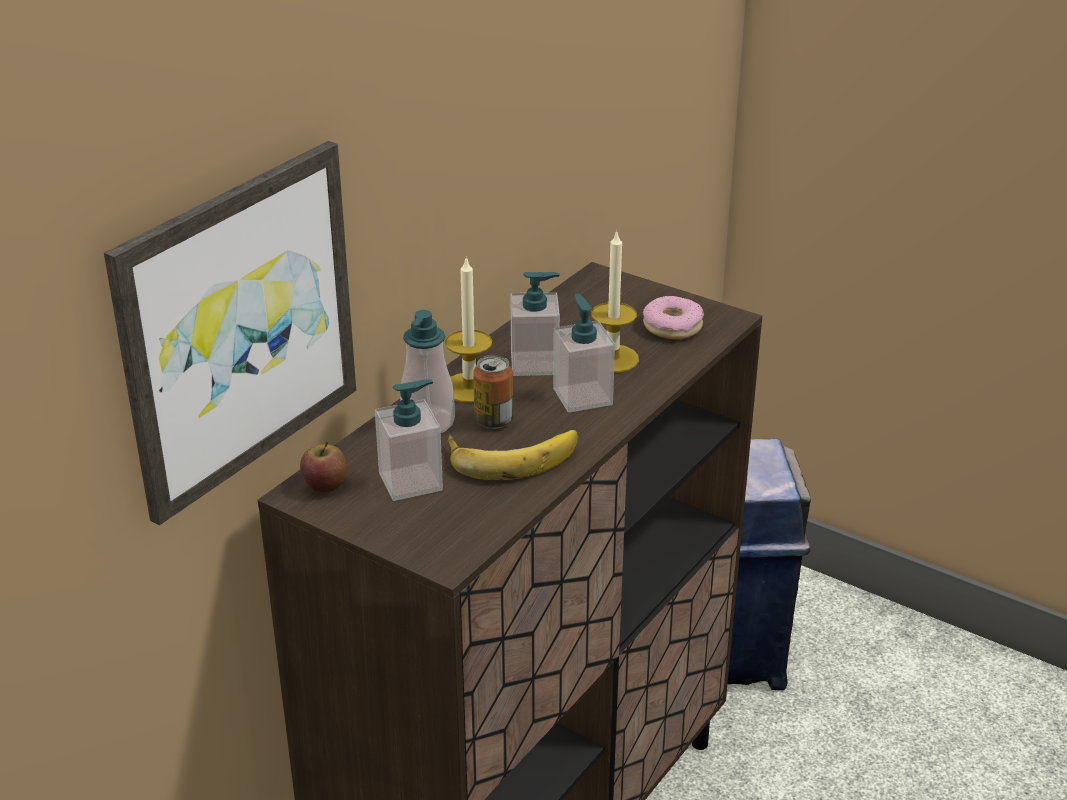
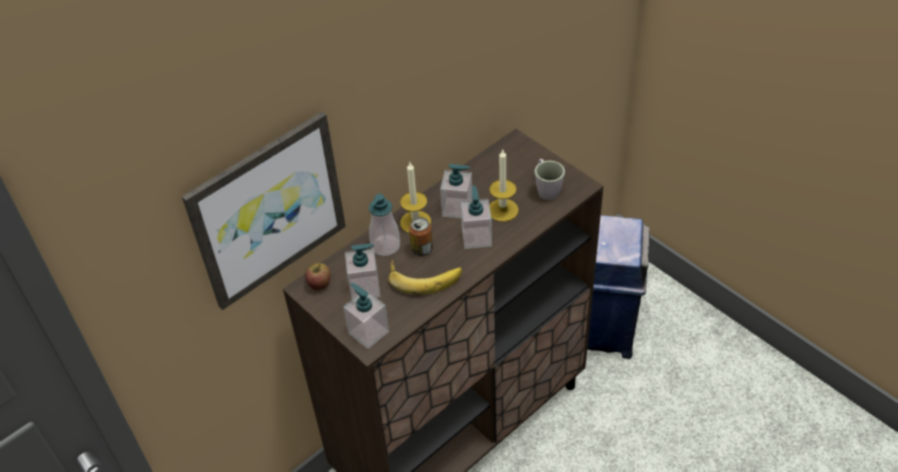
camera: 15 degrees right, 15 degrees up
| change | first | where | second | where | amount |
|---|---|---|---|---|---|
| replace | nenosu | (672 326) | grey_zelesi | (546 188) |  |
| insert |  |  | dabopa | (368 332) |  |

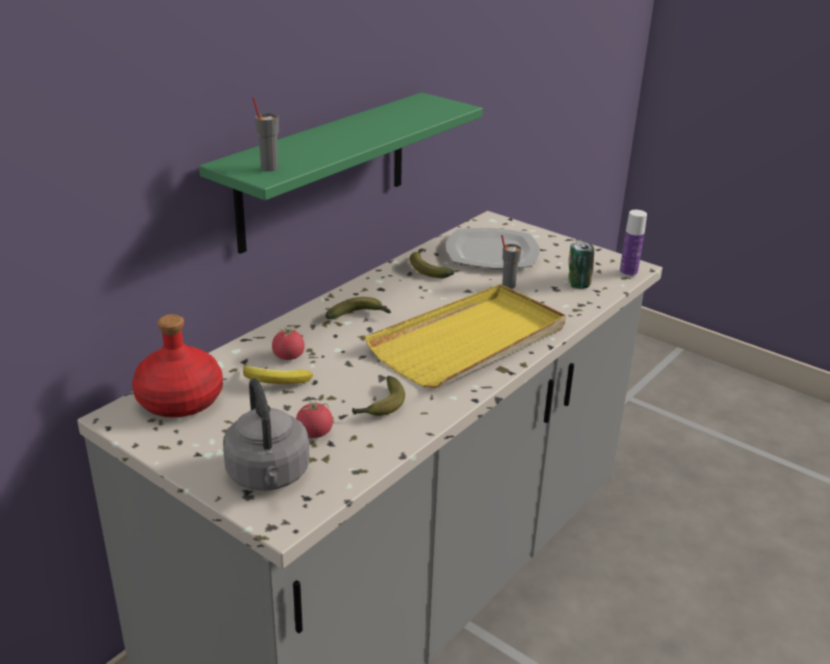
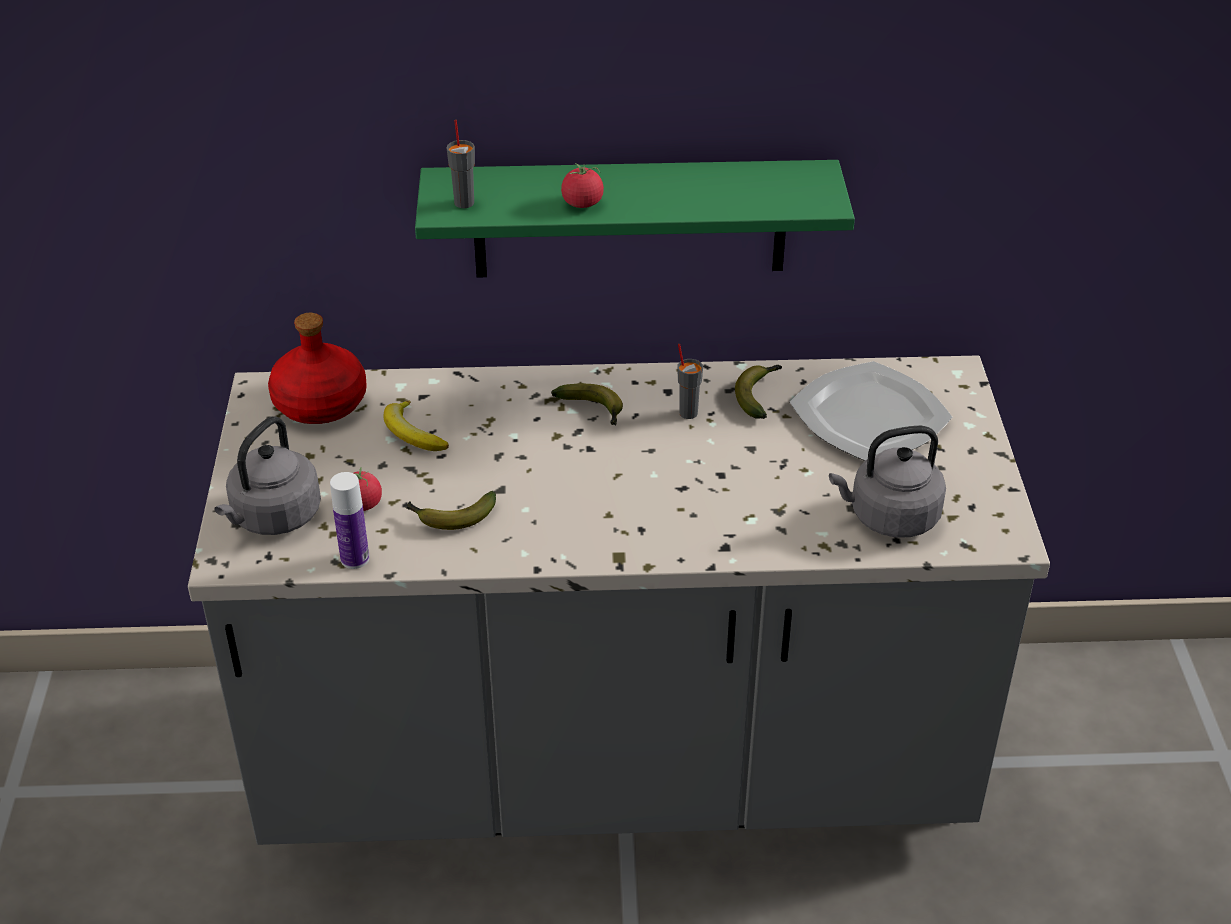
camera: 50 degrees right, 10 degrees up
| change | first | where | second | where | amount |
|---|---|---|---|---|---|
| move | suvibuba | (628 273) |  | (355 559) |  |
| move | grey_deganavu | (508 285) |  | (688 412) |  |
| replace | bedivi | (577 284) | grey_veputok | (889 517) |  |
| delete | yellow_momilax | (470 341) |  |  |  |
| move | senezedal | (288 356) |  | (582 203) |  |

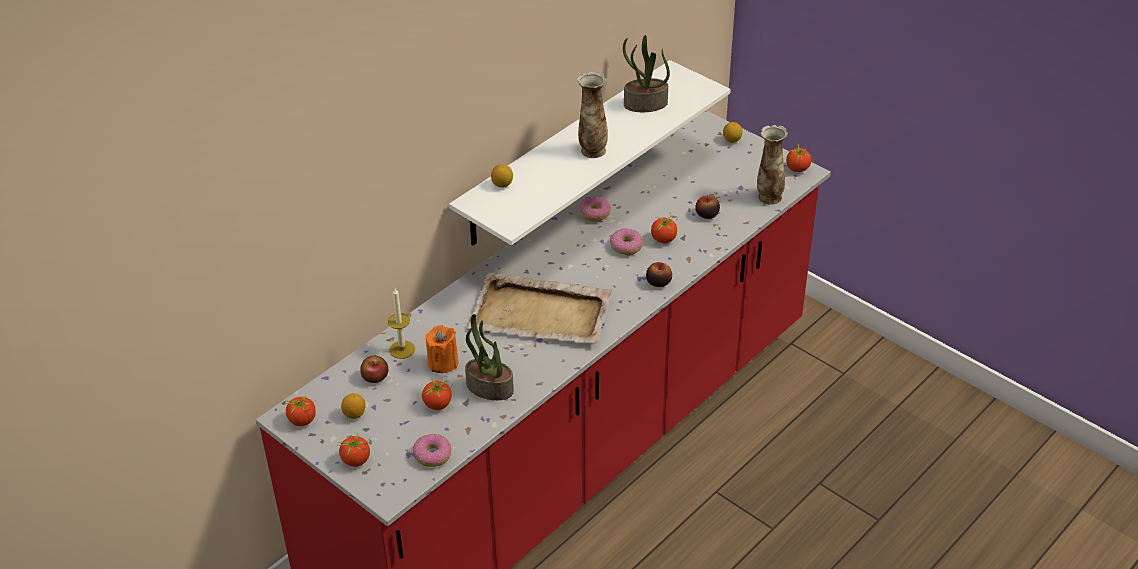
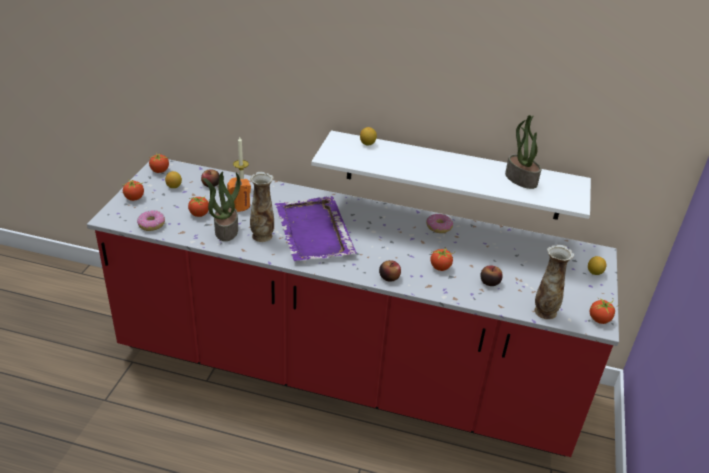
camera: 60 degrees right, 5 degrees down
| change | first | where | second | where | amount |
|---|---|---|---|---|---|
| move | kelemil | (592 150) |  | (262 235) |  |
| delete | nenosu | (626 246) |  |  |  |
| recolor | beige_momilax | (541 314) | purple_momilax | (314 232) |  |

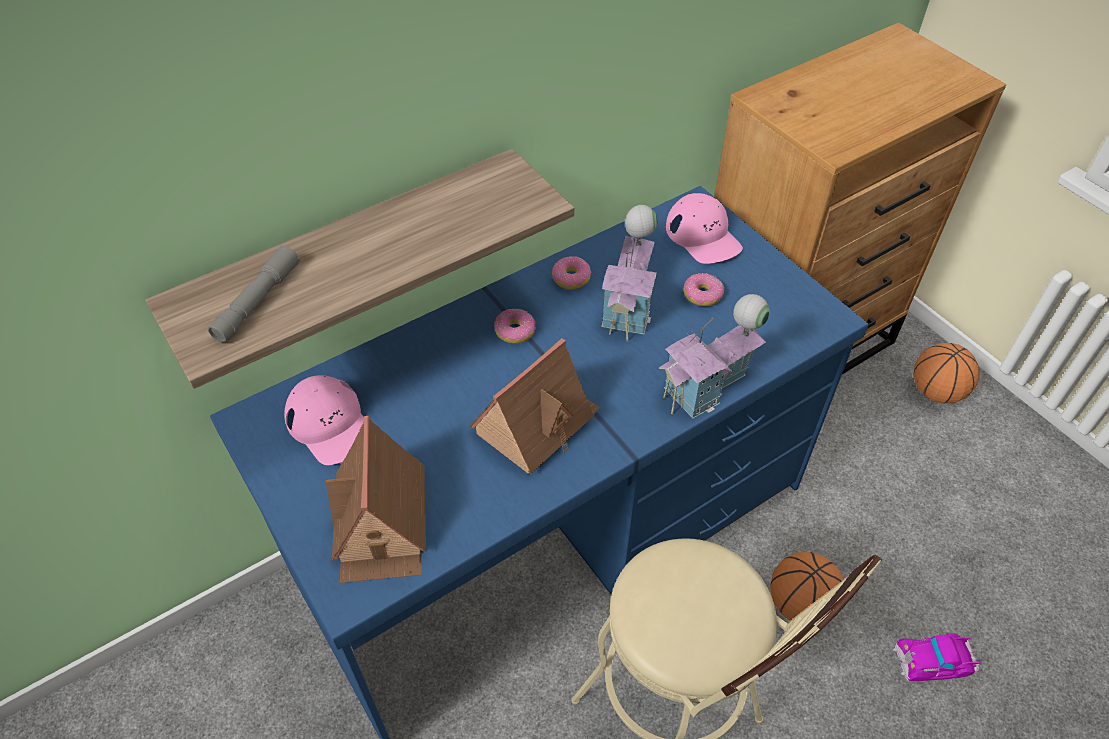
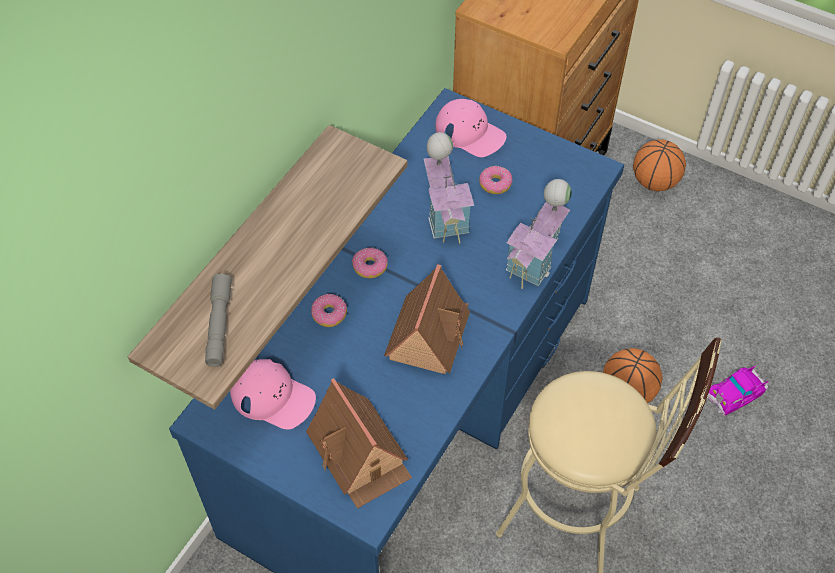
camera: 25 degrees left, 5 degrees up
| change | first | where | second | where | amount |
|---|---|---|---|---|---|
| move | nenosu | (571 278) |  | (329 314) |  |

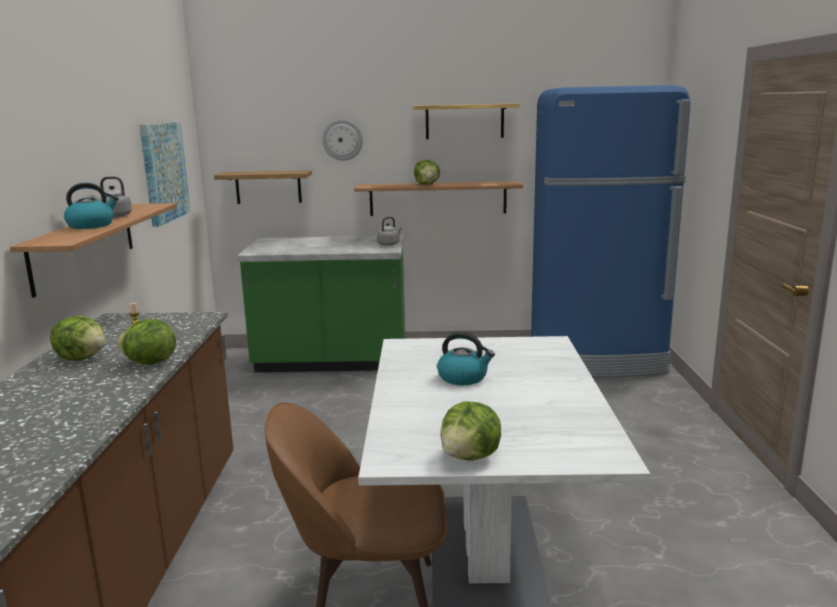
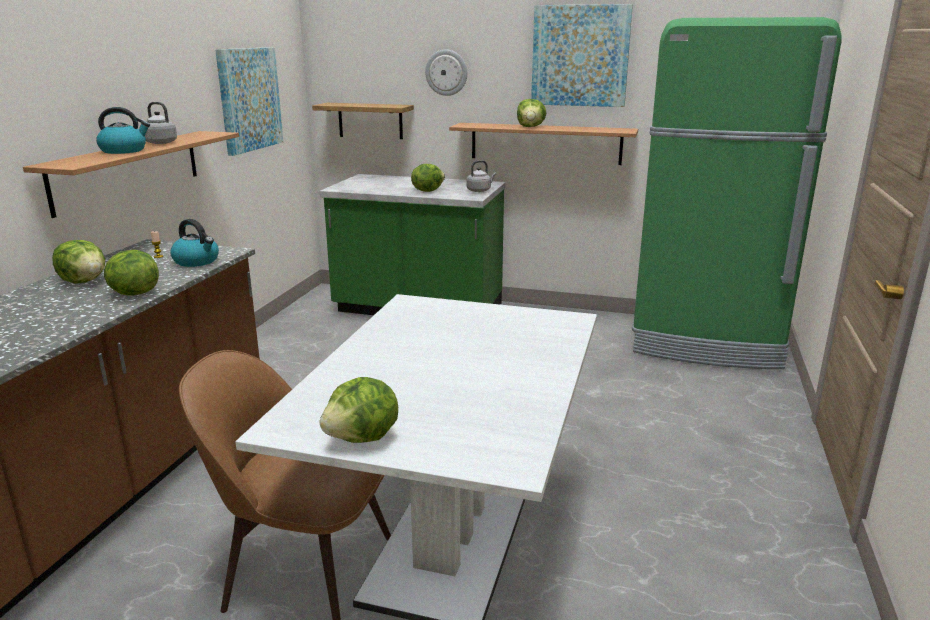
camera: 15 degrees right, 5 degrees up
| change | first | where | second | where | amount |
|---|---|---|---|---|---|
| recolor | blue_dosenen | (597 359) | green_dosenen | (706 342) |  |
| replace | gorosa | (464 121) | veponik | (580 56) |  |
| move | veputok | (463 377) |  | (197 261) |  |
| insert |  |  | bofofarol | (427 191) |  |

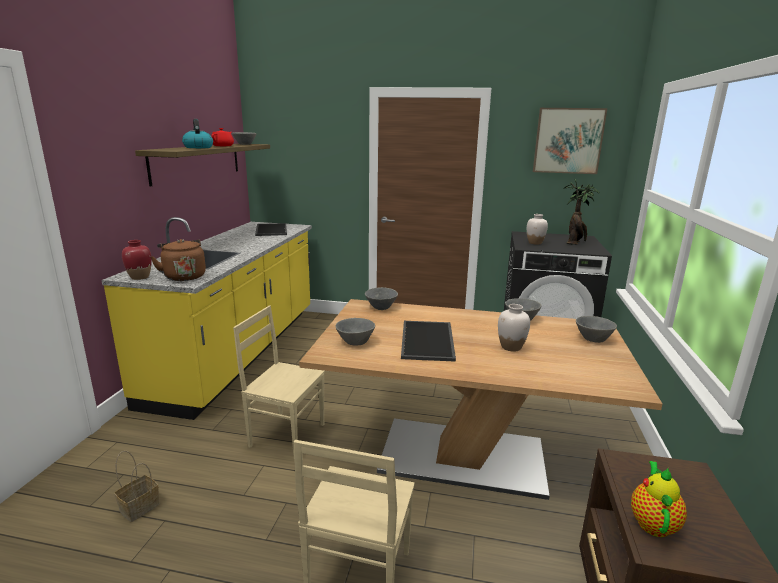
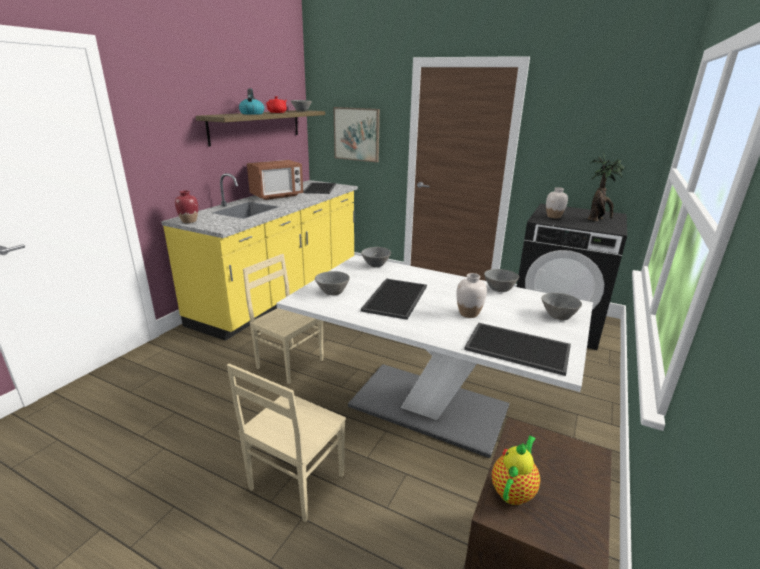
camera: 15 degrees right, 5 degrees up
| change | first | where | second | where | amount |
|---|---|---|---|---|---|
| move | veponik | (568 141) |  | (357 134) |  |
| delete | brown_veputok | (184 276) |  |  |  |
| recolor | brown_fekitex | (462 456) | white_fekitex | (428 406) |  |
| delete | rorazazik | (140 506) |  |  |  |
| insert |  |  | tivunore | (277 195) |  |
| insert |  |  | momilax | (519 347) |  |

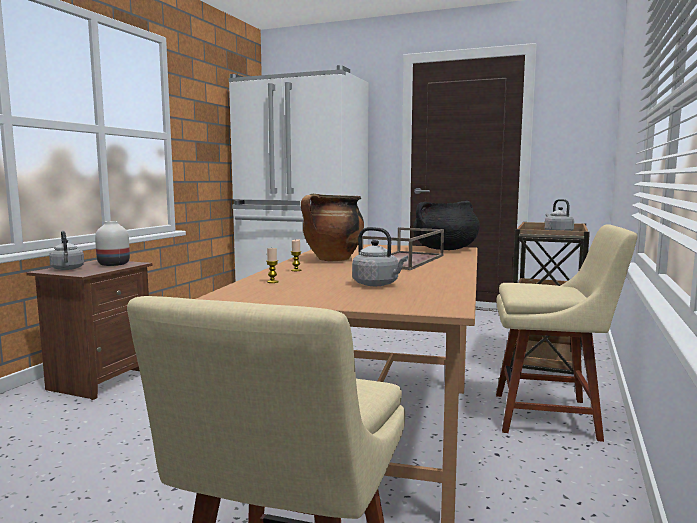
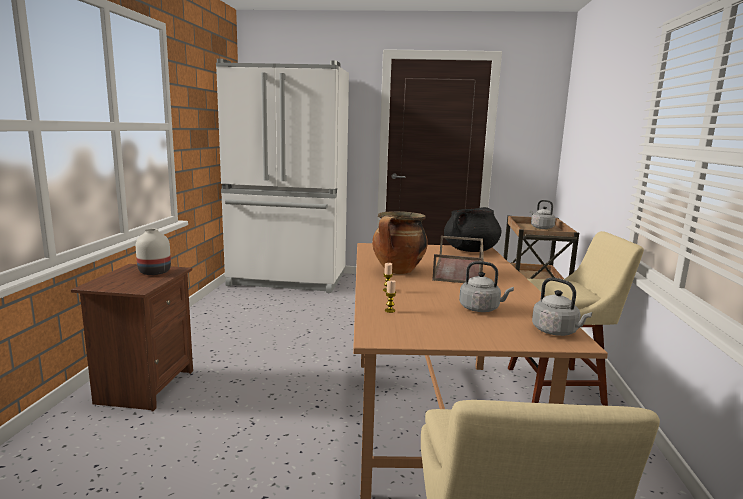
camera: 15 degrees left, 5 degrees up
| change | first | where | second | where | amount |
|---|---|---|---|---|---|
| move | grey_veputok | (67 269) |  | (556 332) |  |

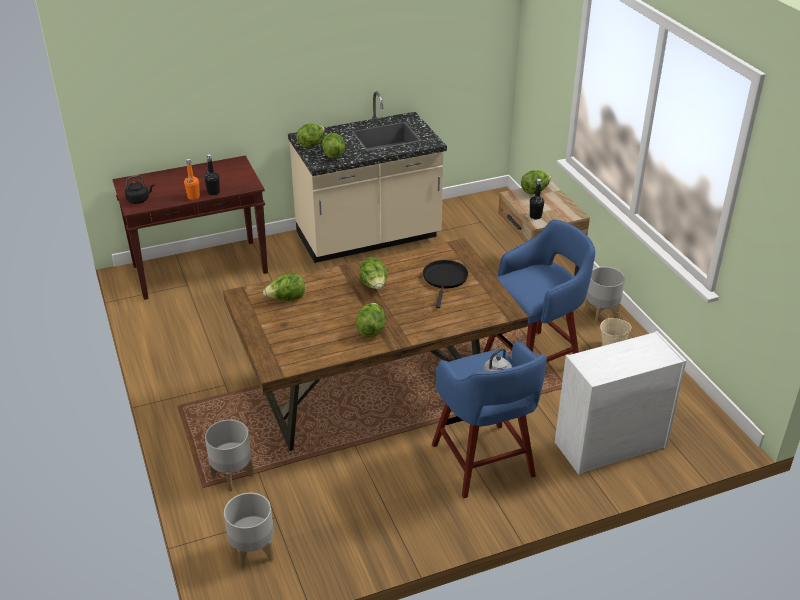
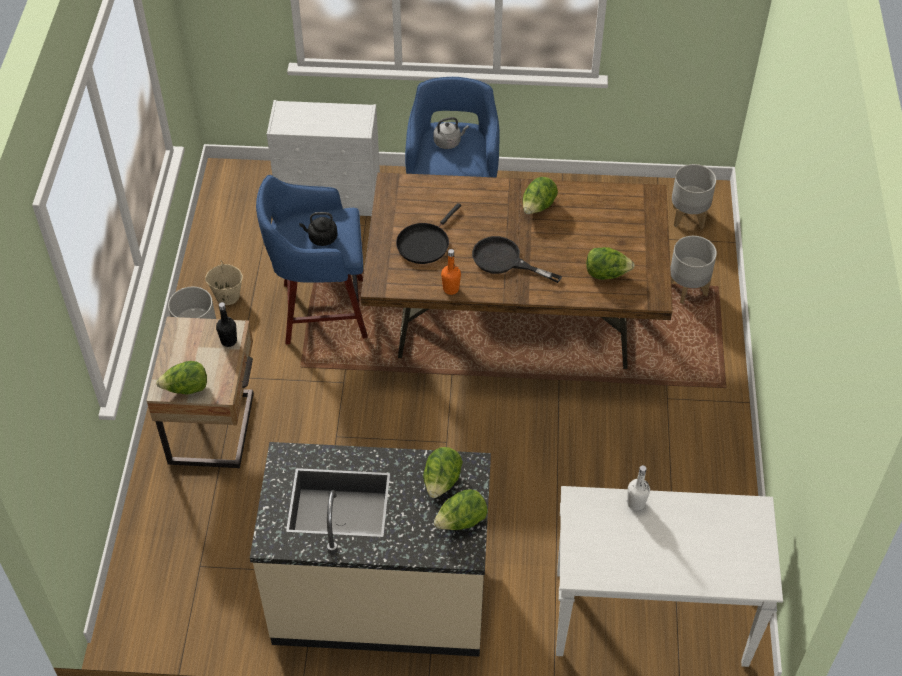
camera: 155 degrees left, 15 degrees up
| change | first | where | second | where | amount |
|---|---|---|---|---|---|
| recolor | black_suvibuba | (213 192) | white_suvibuba | (636 503) |  |
| recolor | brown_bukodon | (201 269) | white_bukodon | (648 619) |  |
| move | orange_suvibuba | (193 197) |  | (451 289) |  |
| move | black_veputok | (139 200) |  | (321 238) |  |
| replace | bofofarol | (374 286) | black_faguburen | (504 261) |  |

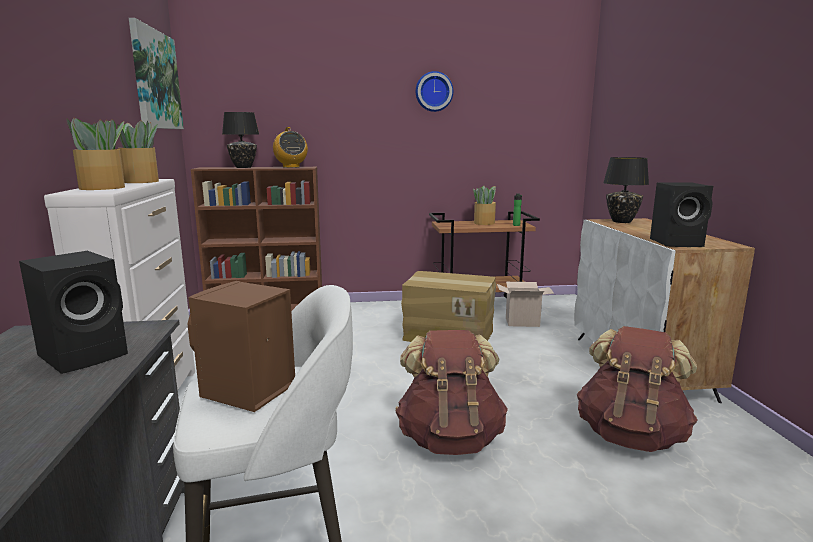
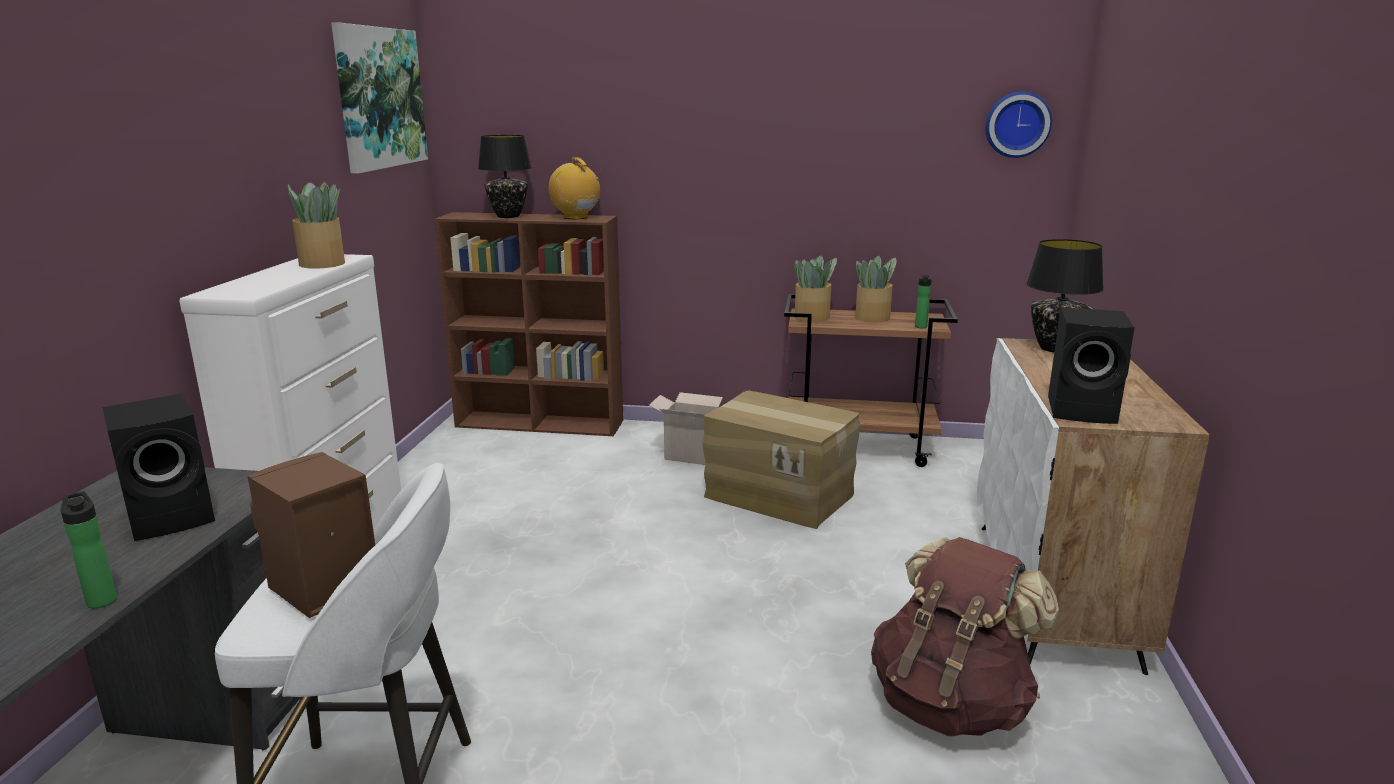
camera: 15 degrees right, 5 degrees up
| change | first | where | second | where | amount |
|---|---|---|---|---|---|
| move | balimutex | (433 91) |  | (1017 124) |  |
| move | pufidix | (103 188) |  | (813 317) |  |
| rotate | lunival | (291 167) |  | (576 217) | 150 degrees clockwise |
| move | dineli | (523 322) |  | (693 455) |  |
| delete | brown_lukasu | (450 439) |  |  |  |
| insert |  |  | suvibuba | (101 599) |  |

